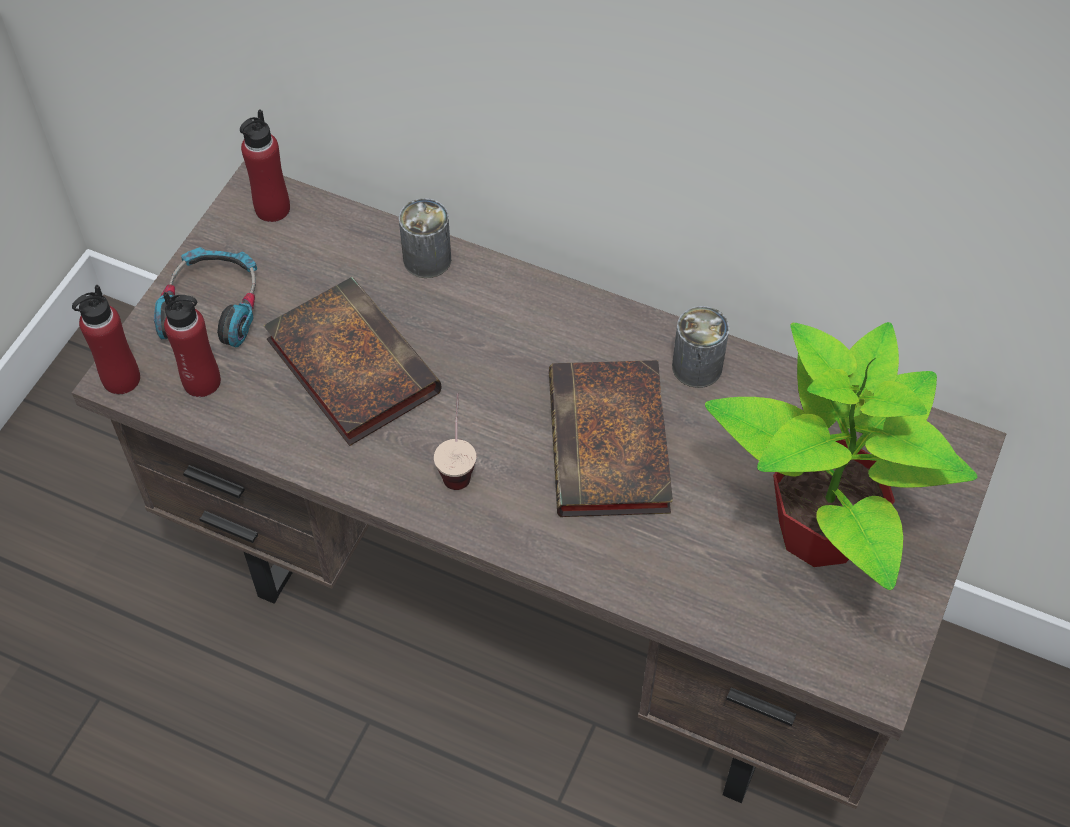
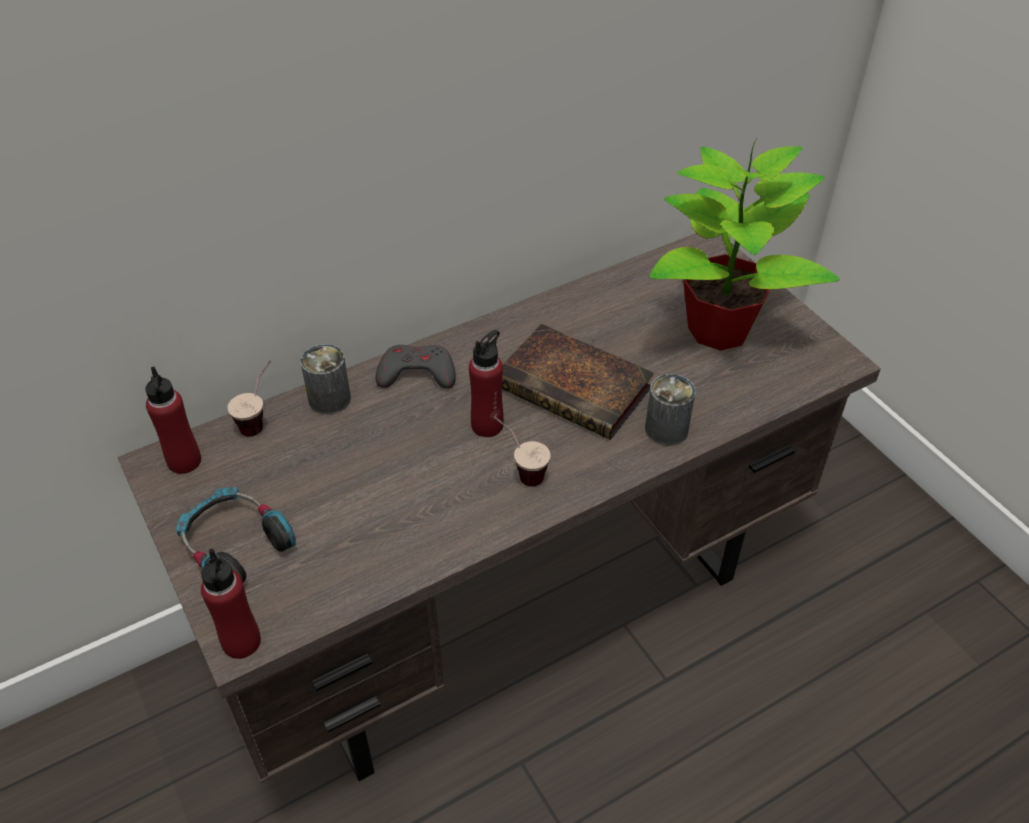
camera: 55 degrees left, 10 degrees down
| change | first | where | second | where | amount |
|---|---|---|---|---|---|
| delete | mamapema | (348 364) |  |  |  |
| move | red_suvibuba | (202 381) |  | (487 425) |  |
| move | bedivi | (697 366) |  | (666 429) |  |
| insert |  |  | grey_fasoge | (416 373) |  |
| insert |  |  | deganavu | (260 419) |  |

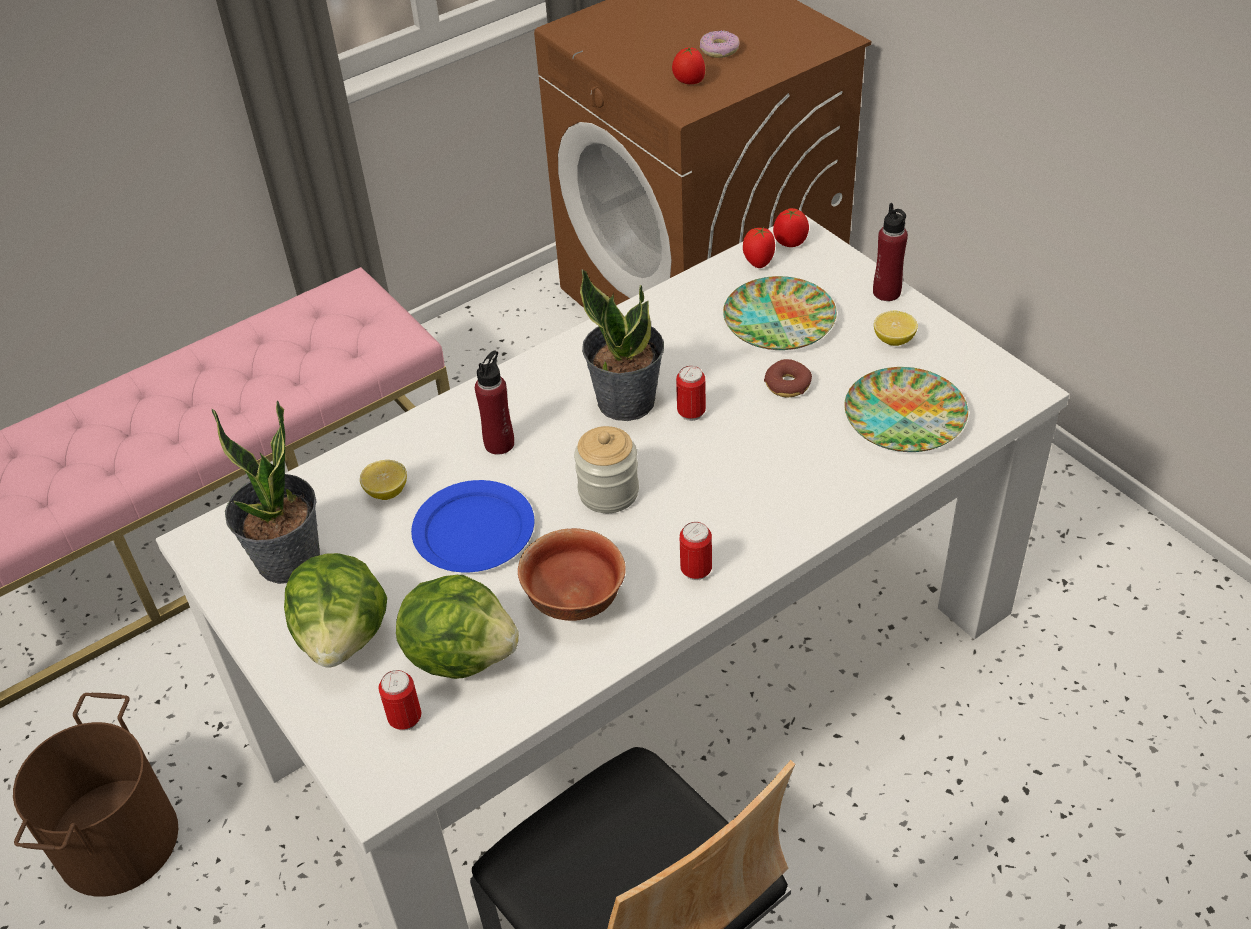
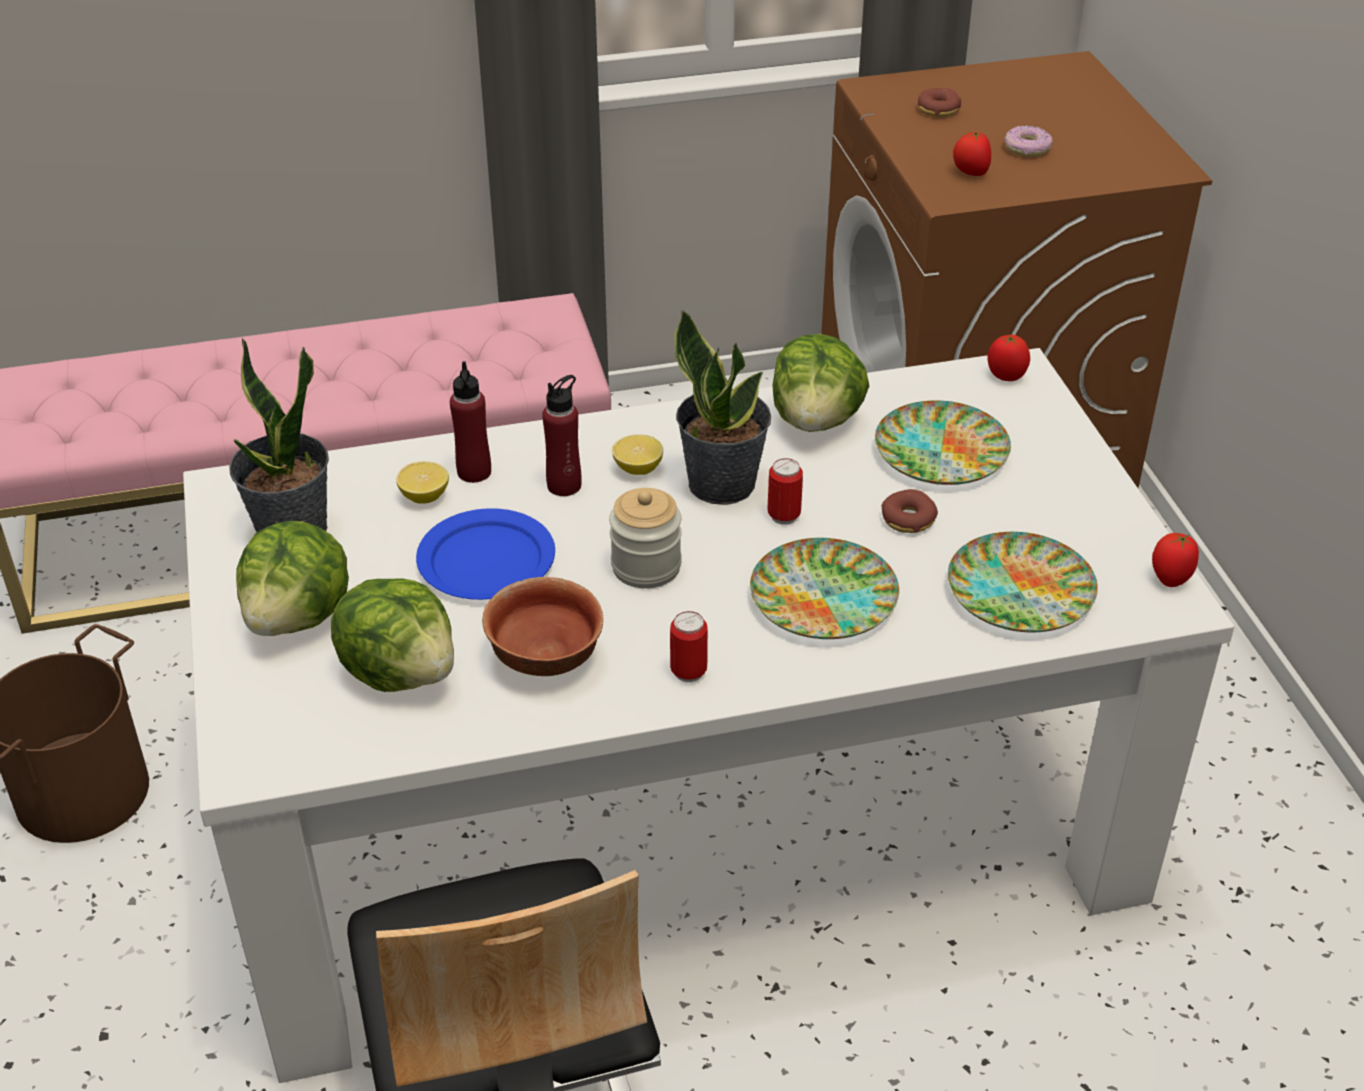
camera: 20 degrees right, 5 degrees down
| change | first | where | second | where | amount |
|---|---|---|---|---|---|
| move | red_suvibuba | (886 292) |  | (474 472) |  |
| move | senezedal | (758 262) |  | (1170 578) |  |
| move | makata | (893 340) |  | (638 468) |  |
| delete | bedivi | (405 719) |  |  |  |
| insert |  |  | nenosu | (938 109) |  |
| insert |  |  | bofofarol | (816 421) |  |
| insert |  |  | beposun | (824 597) |  |

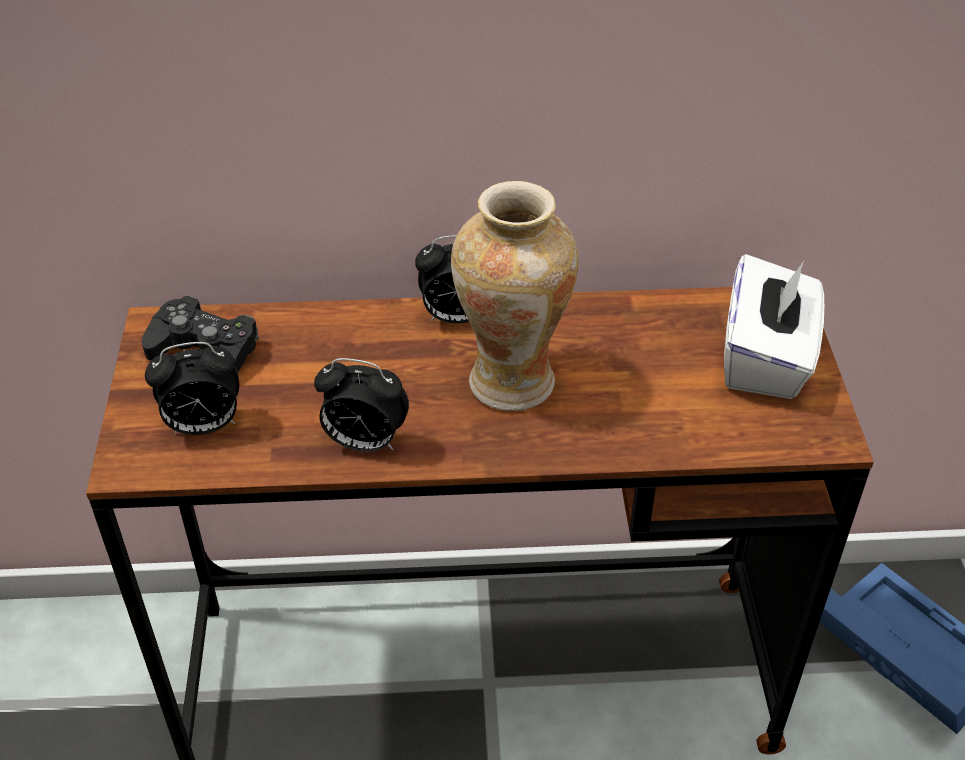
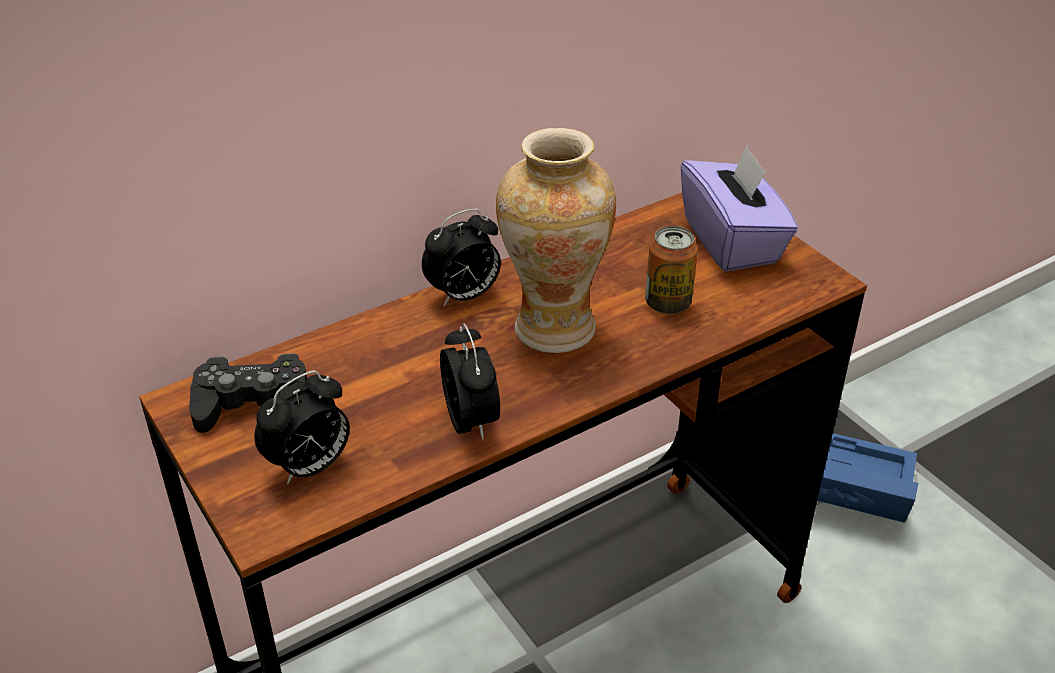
camera: 30 degrees left, 5 degrees down
| change | first | where | second | where | amount |
|---|---|---|---|---|---|
| recolor | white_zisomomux | (766 359) | purple_zisomomux | (732 241) |  |
| rotate | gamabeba | (364 442) |  | (471 422) | 90 degrees counterclockwise |
| insert |  |  | bedivi | (668 303) |  |

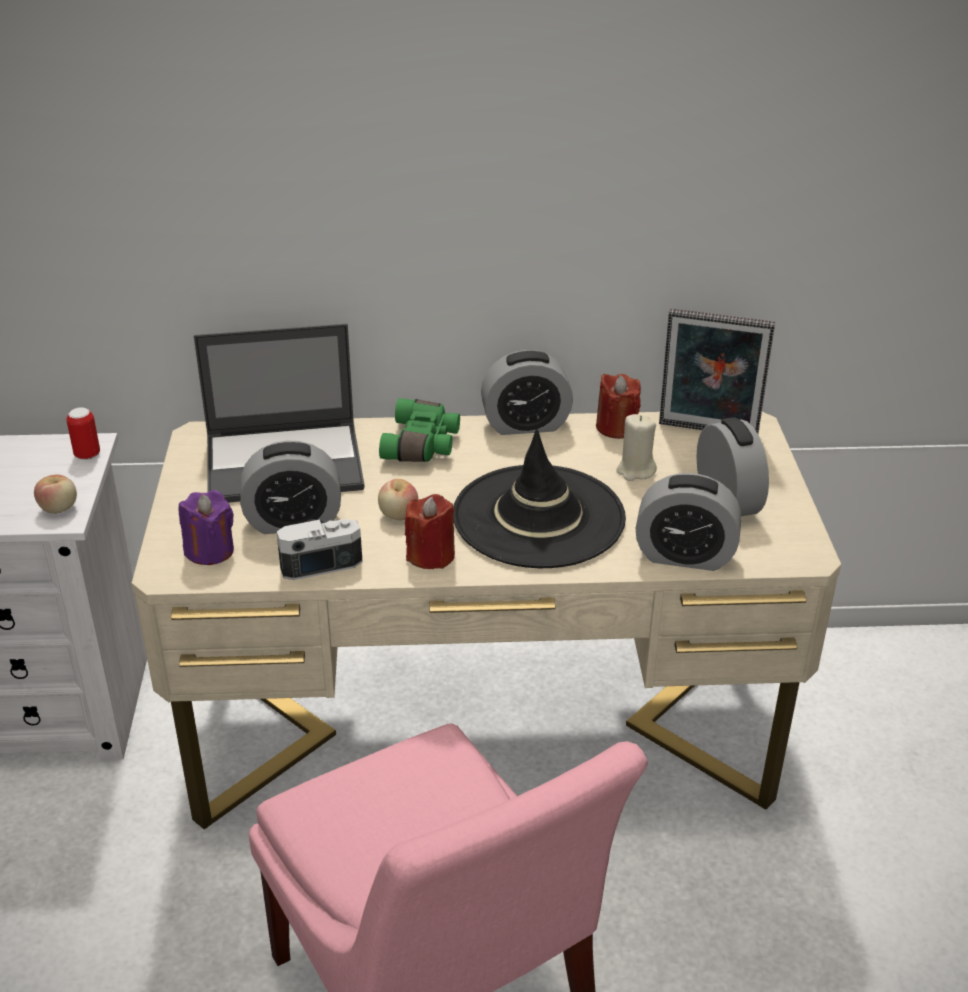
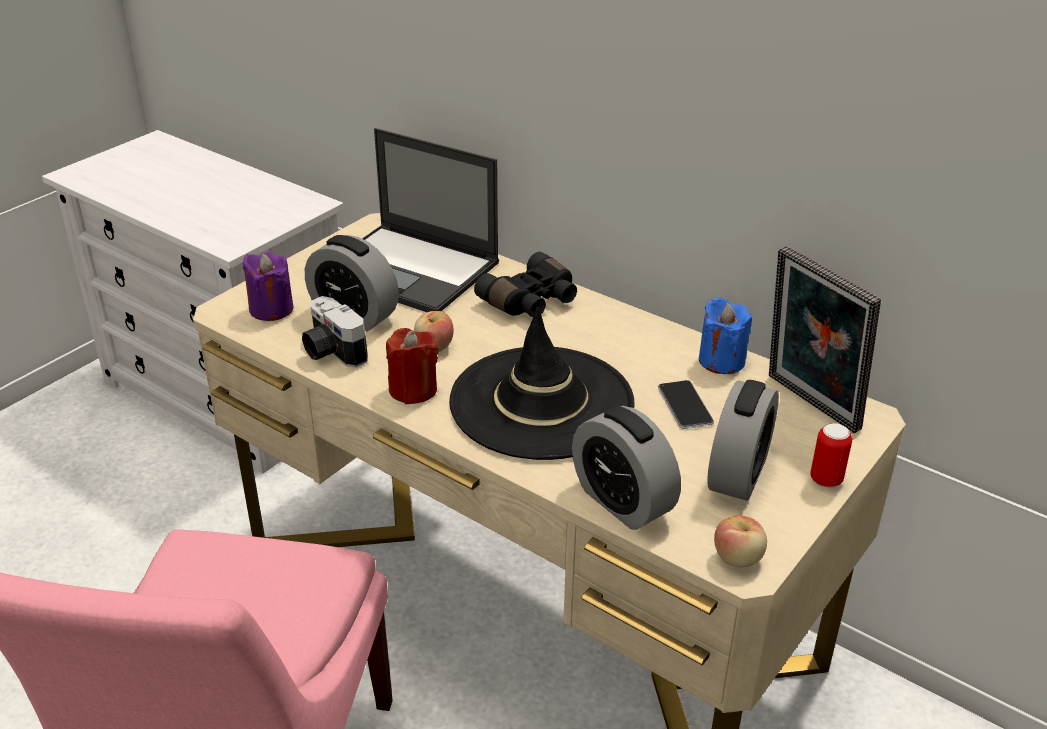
camera: 40 degrees right, 0 degrees up
| change | first | where | second | where | amount |
|---|---|---|---|---|---|
| delete | gamabeba | (525 425) |  |  |  |
| recolor | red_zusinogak | (616 427) | blue_zusinogak | (721 361) |  |
| recolor | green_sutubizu | (423 444) | black_sutubizu | (532 301) |  |
| move | bedivi | (87 455) |  | (826 480) |  |
| replace | beige_zusinogak | (635 470) | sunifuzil | (685 406) |  |
| move | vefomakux | (59 508) |  | (738 558) |  |
| rotate | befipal | (319 559) |  | (331 351) | 150 degrees counterclockwise |

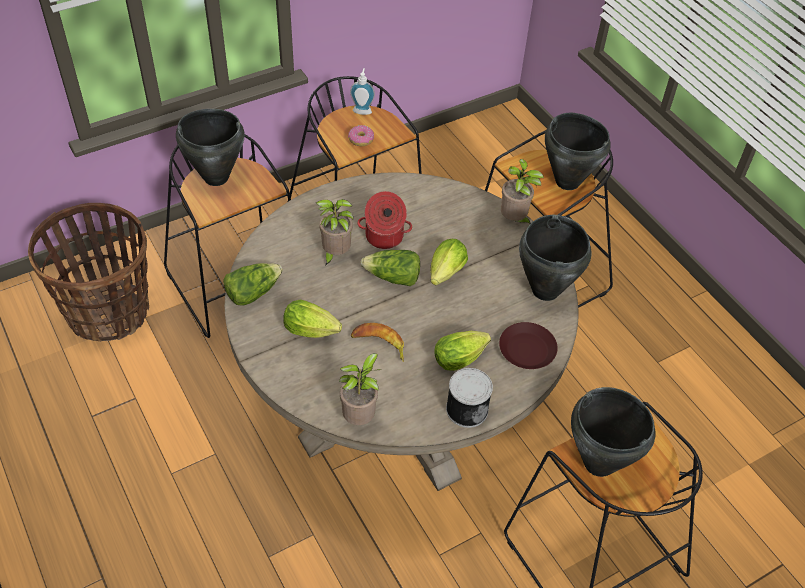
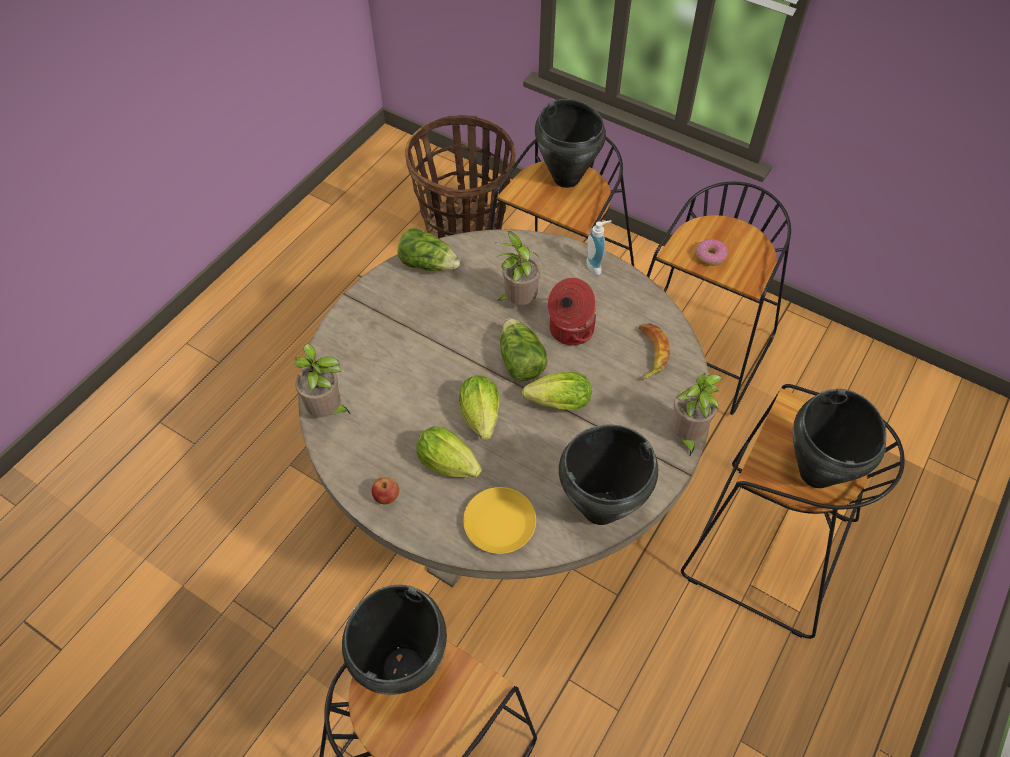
camera: 65 degrees right, 5 degrees up
| change | first | where | second | where | amount |
|---|---|---|---|---|---|
| move | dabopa | (362 110) |  | (596 266) |  |
| move | bofofarol | (314 331) |  | (481 420) |  |
| recolor | brown_beposun | (527 349) | yellow_beposun | (500 523) |  |
| move | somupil | (379 344) |  | (649 353) |  |
| replace | bedivi | (466 408) | vefomakux | (386 497) |  |

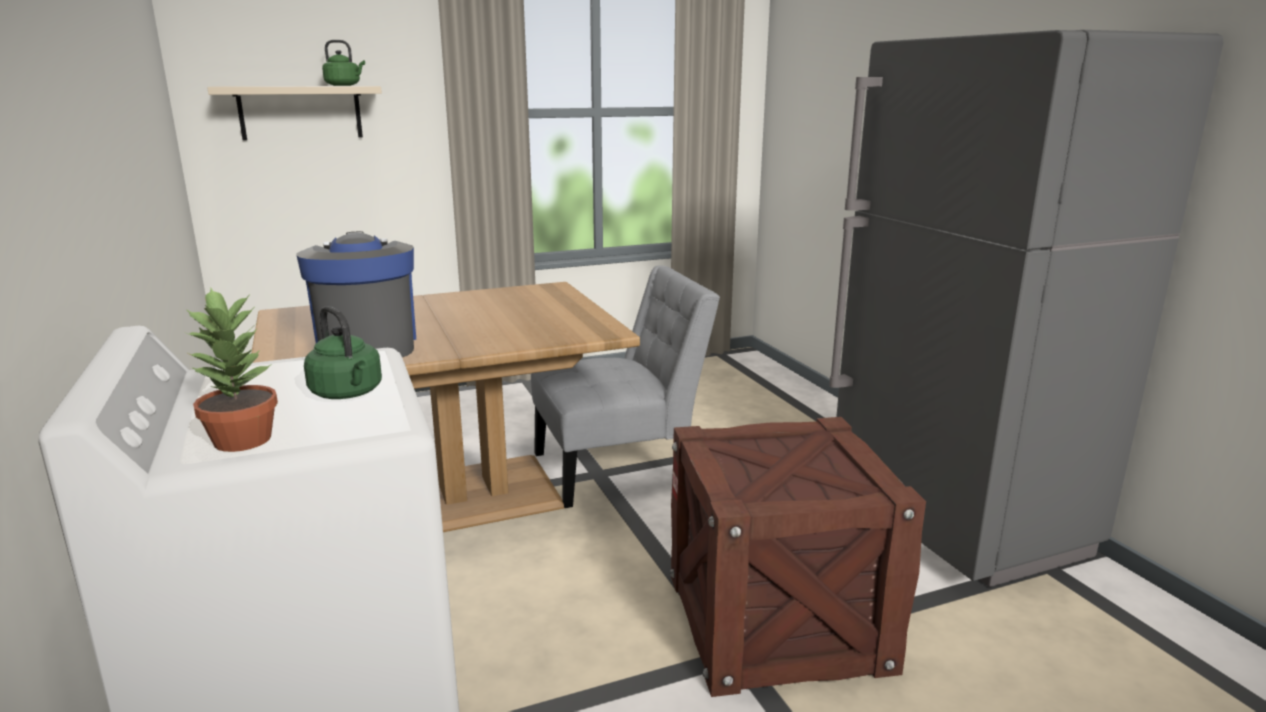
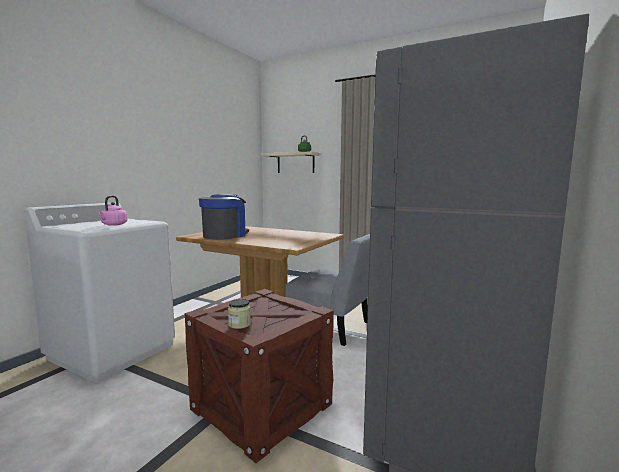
camera: 50 degrees right, 10 degrees down
| change | first | where | second | where | amount |
|---|---|---|---|---|---|
| delete | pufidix | (244 439) |  |  |  |
| recolor | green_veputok | (348 394) | pink_veputok | (113 225) |  |
| insert |  |  | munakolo | (239 324) |  |

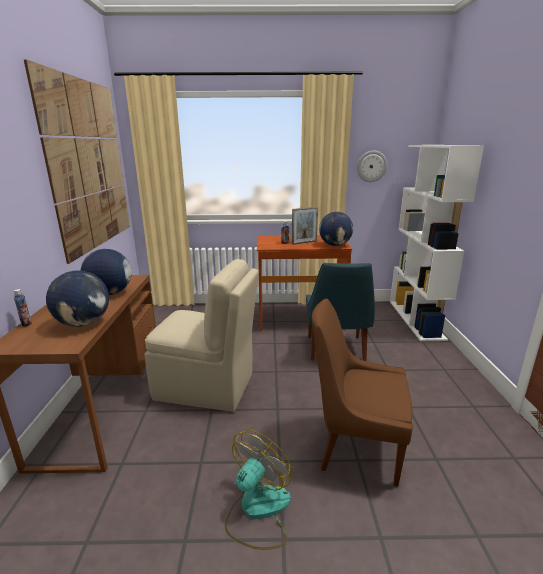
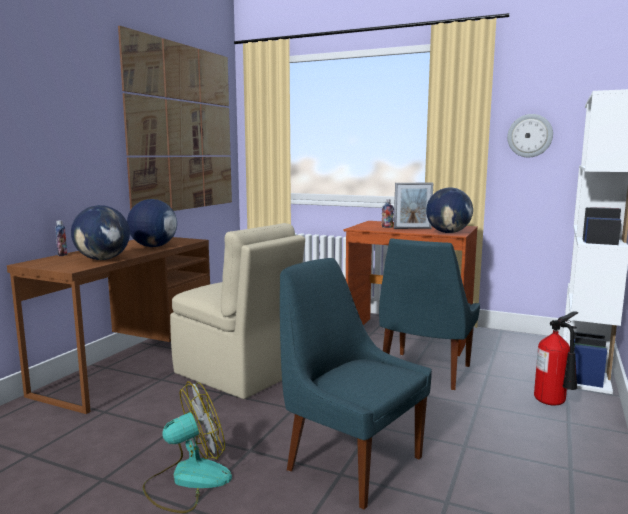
camera: 25 degrees right, 10 degrees down
| change | first | where | second | where | amount |
|---|---|---|---|---|---|
| recolor | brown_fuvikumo | (355 446) | blue_fuvikumo | (350 462) |  |
| insert |  |  | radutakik | (554 404) |  |

